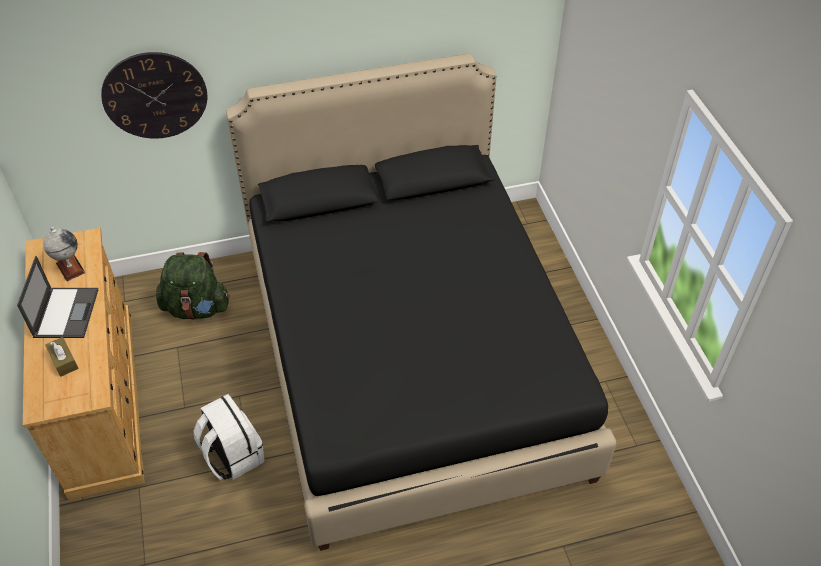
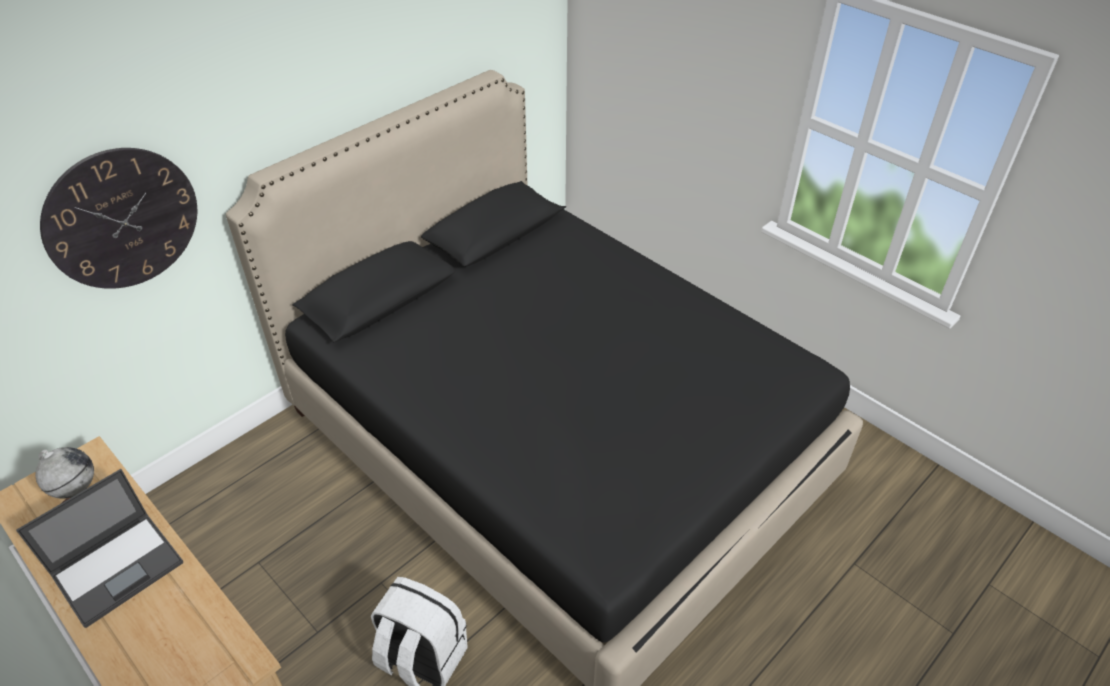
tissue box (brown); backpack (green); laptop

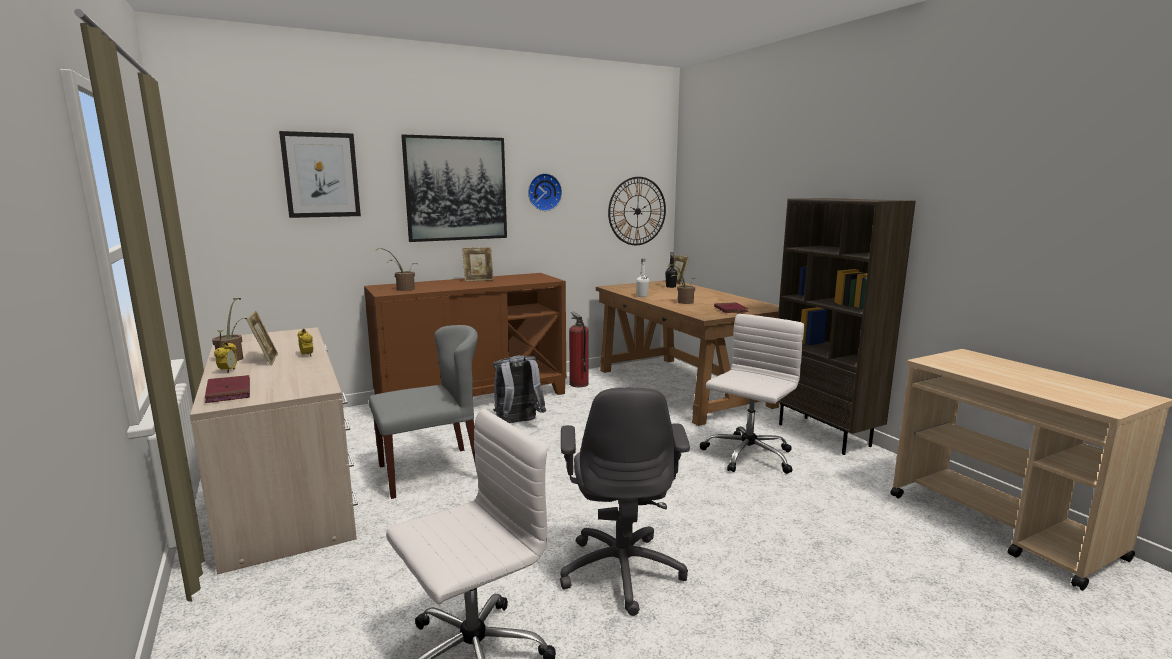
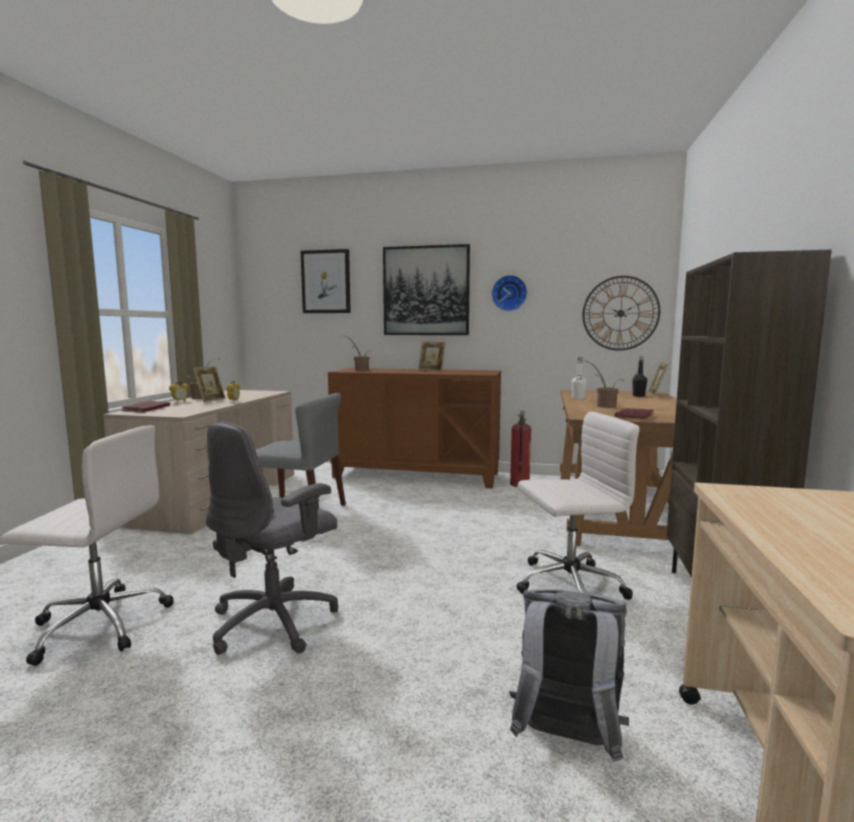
backpack (grey)

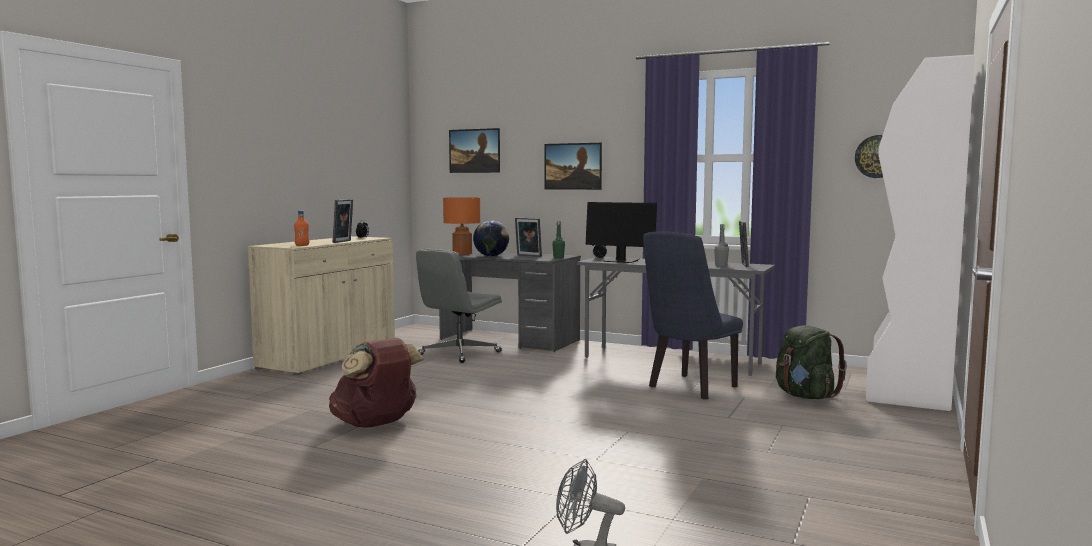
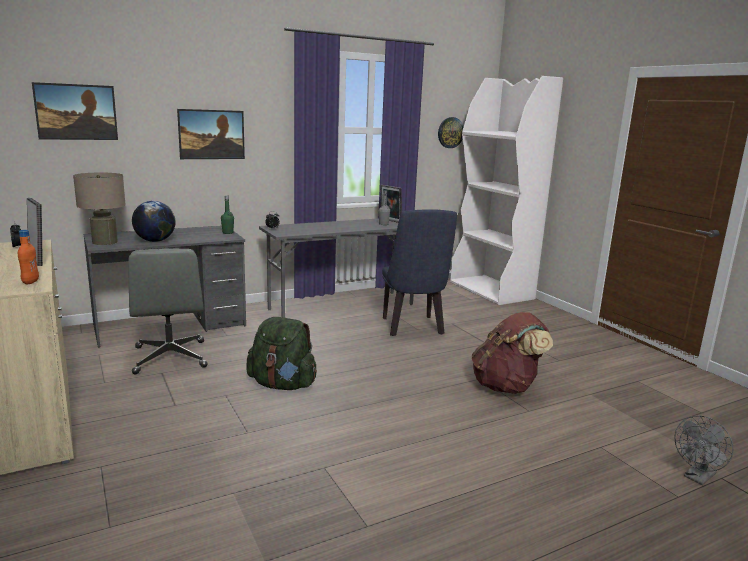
picture frame (no. 2 from left in the first image); monitor; backpack (brown); backpack (green); table lamp (beige)

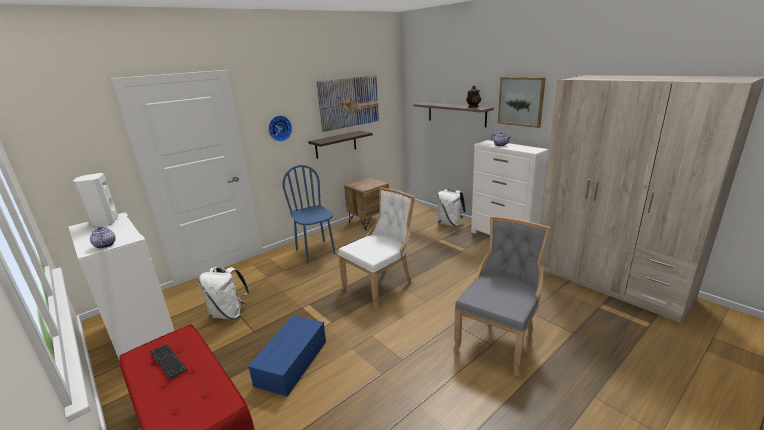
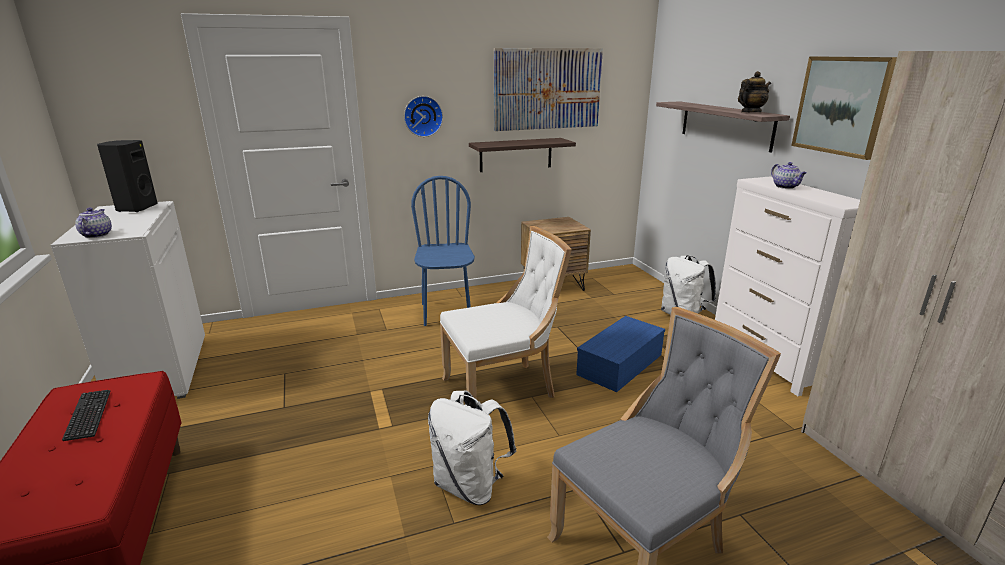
backpack (white) (no. 1 from left); storage box (blue); speaker (black)

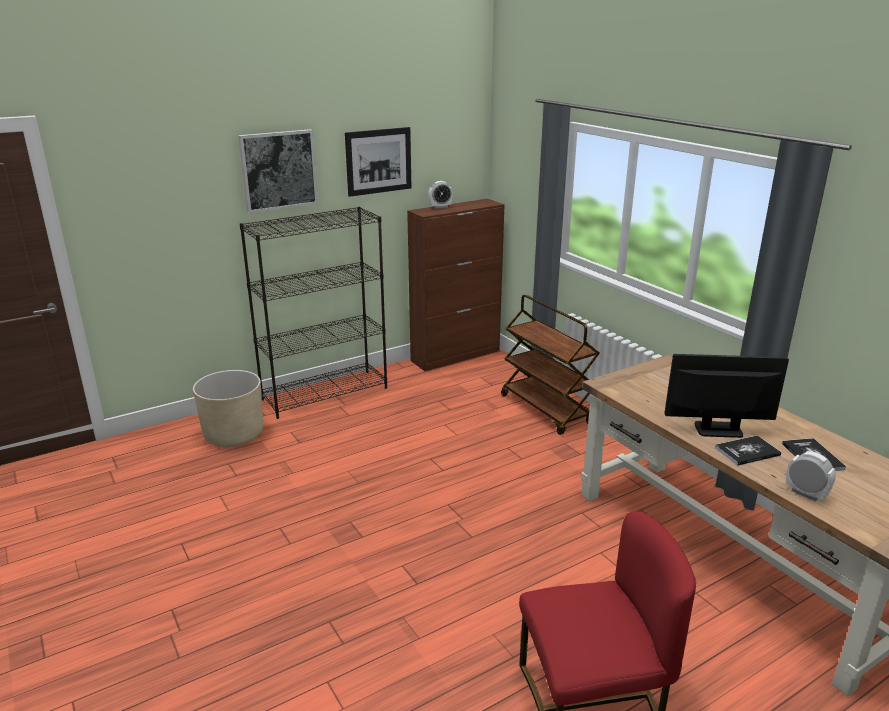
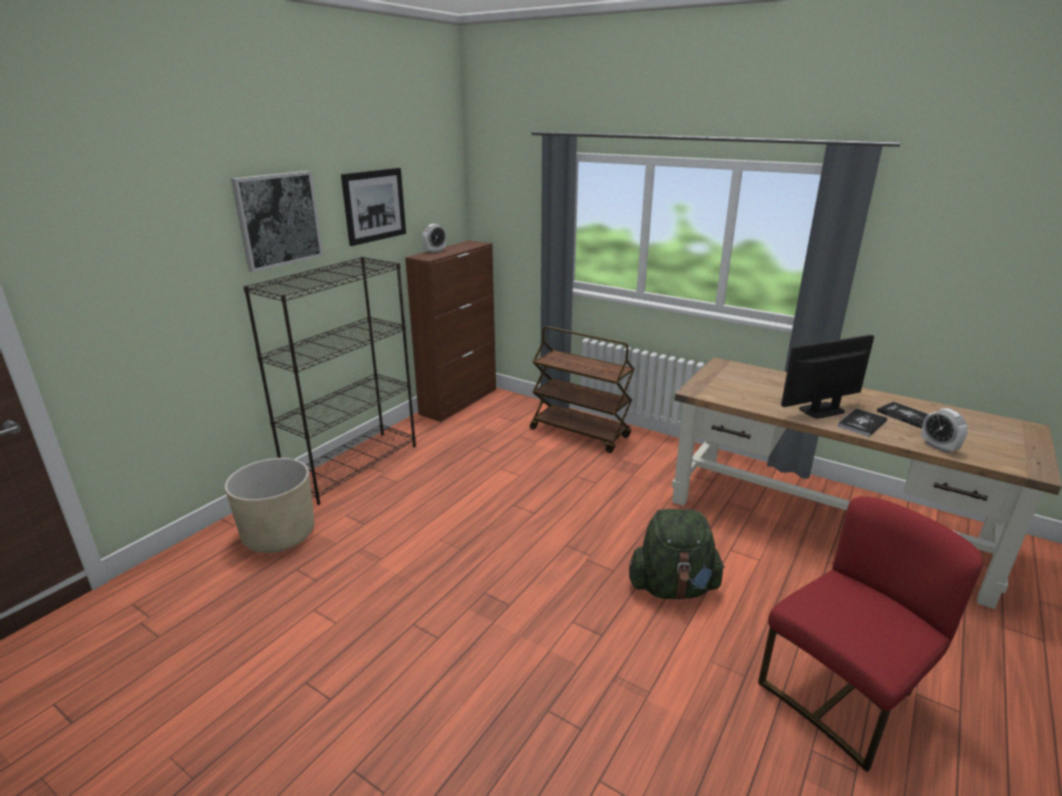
backpack (green); alarm clock (no. 2 from left)

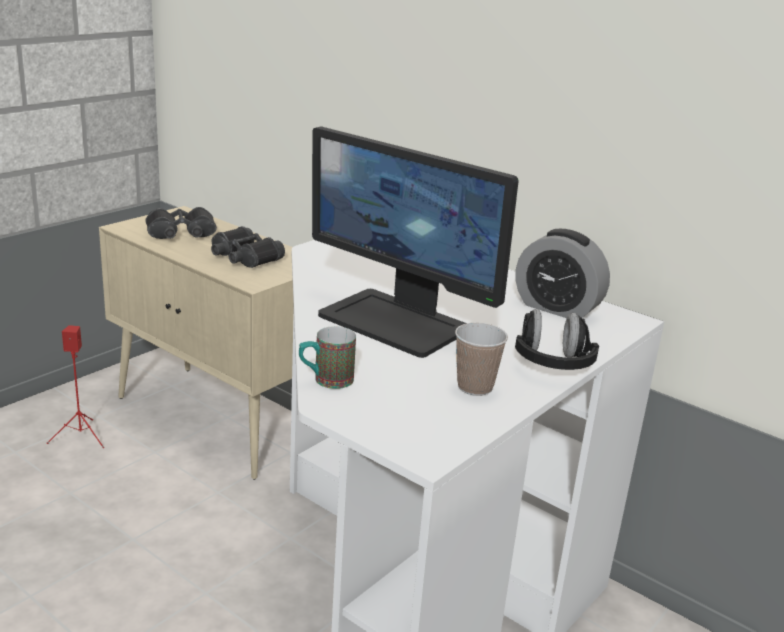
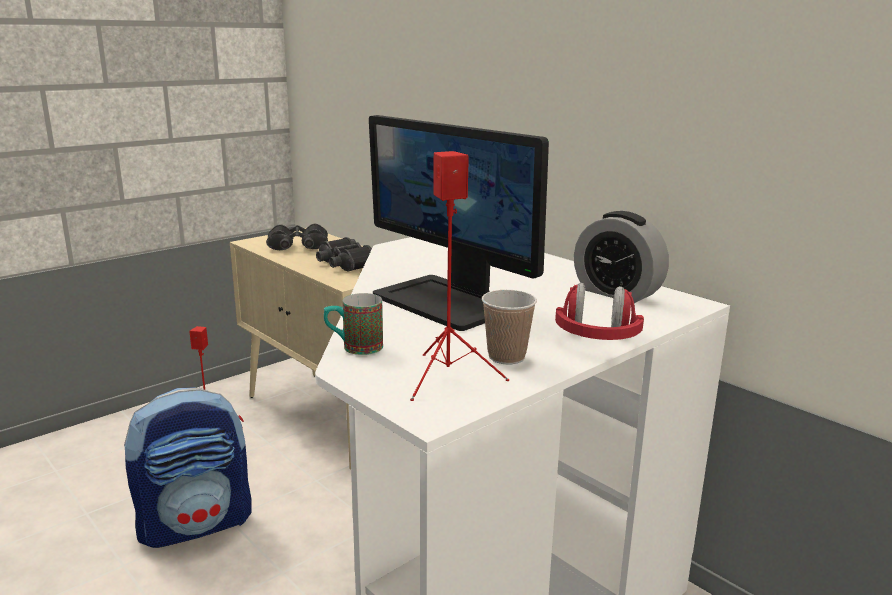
backpack; speaker (red) (no. 2 from left); headphones (red)

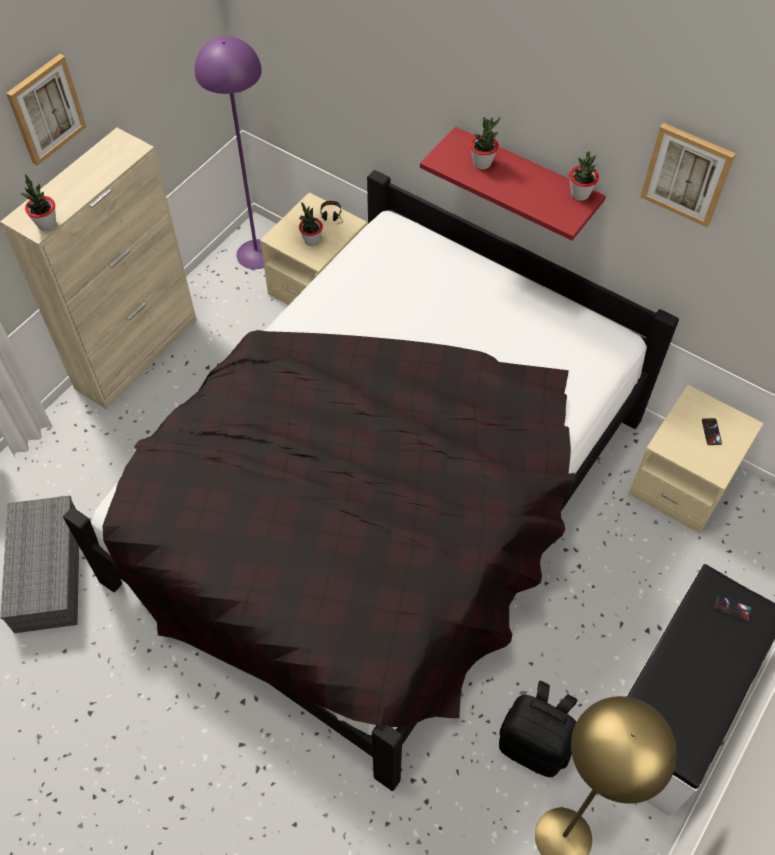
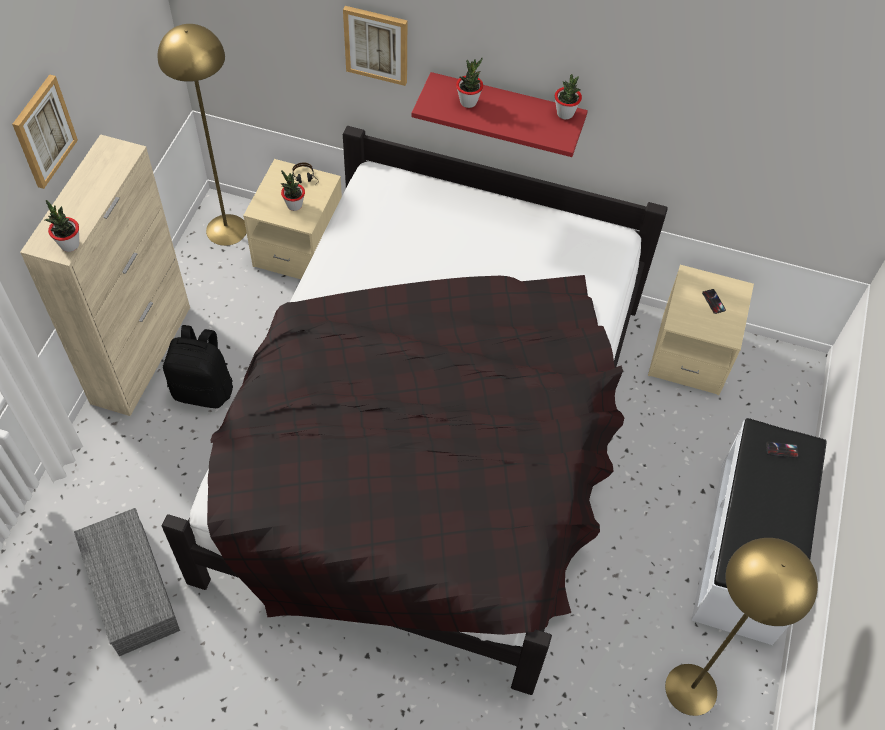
backpack (black); picture (no. 2 from left); floor lamp (yellow) (no. 1 from left)

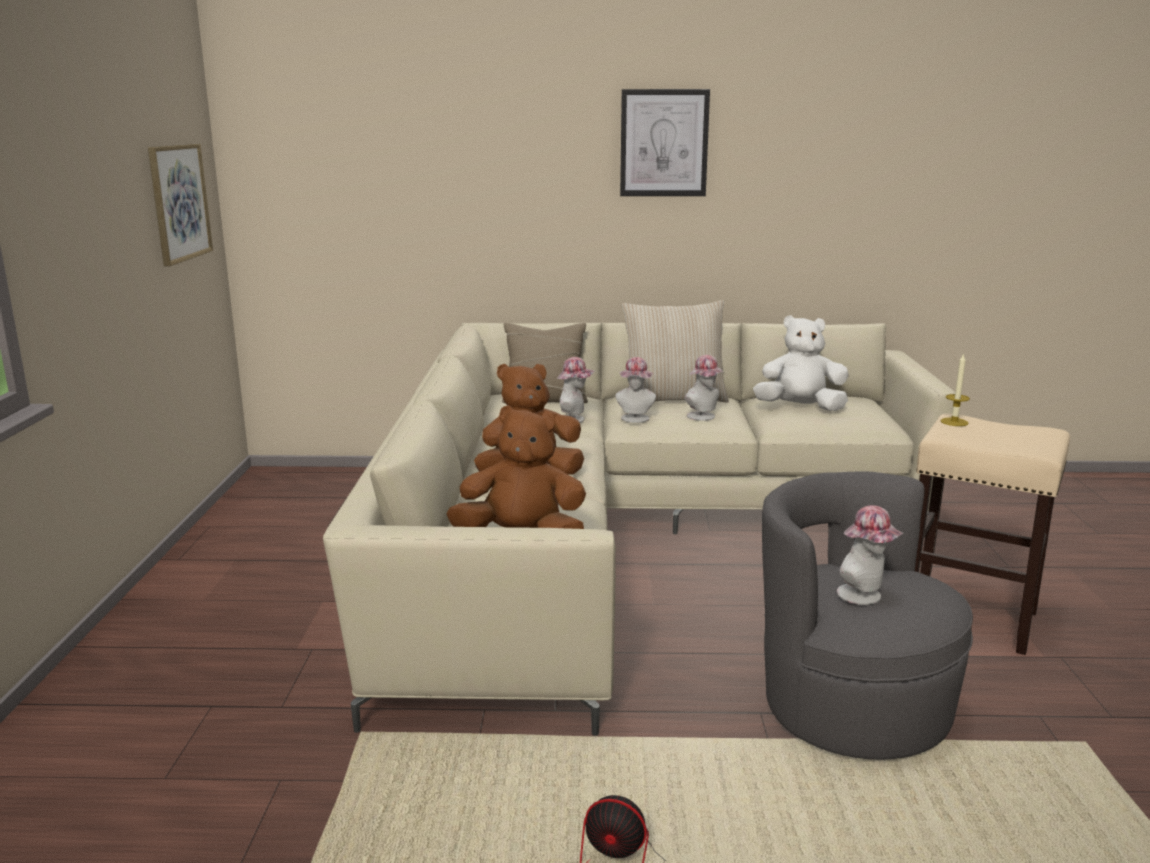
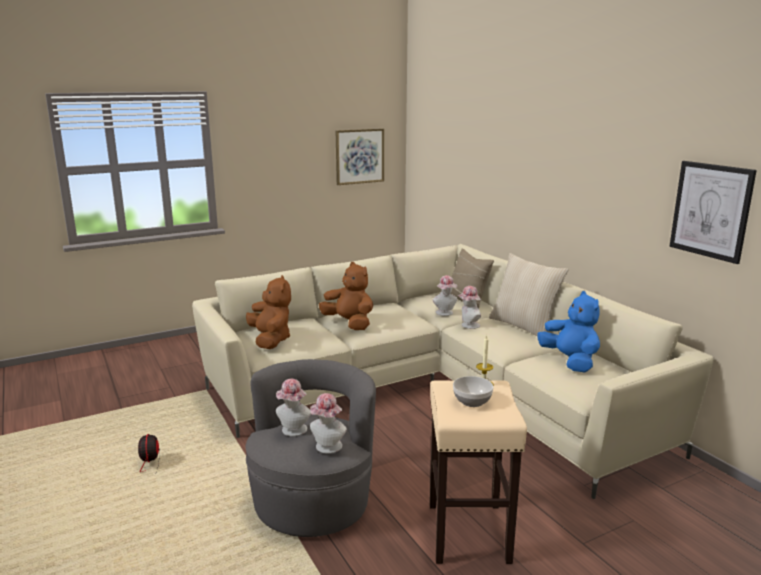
bowl; picture (no. 2 from left); hat (no. 2 from left); plush toy (blue)

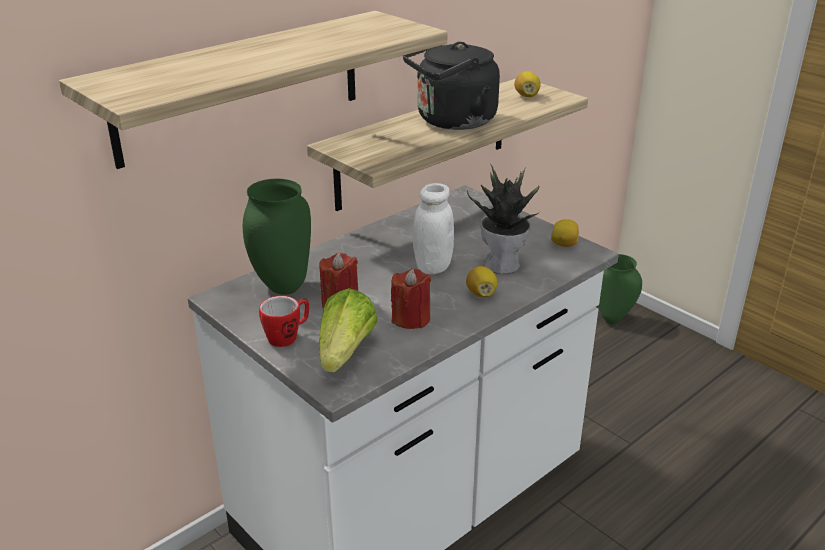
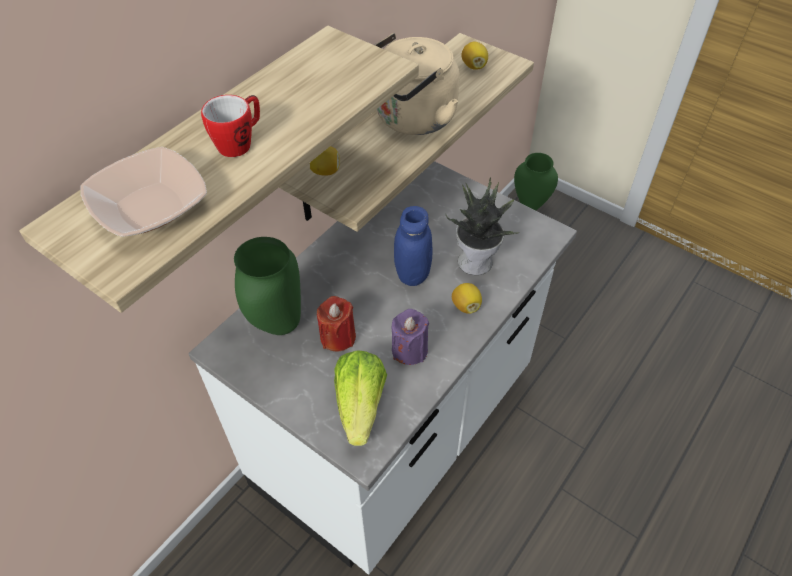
bowl; mug; lemon (no. 1 from left); candle (purple); kettle (beige); jar (blue)

